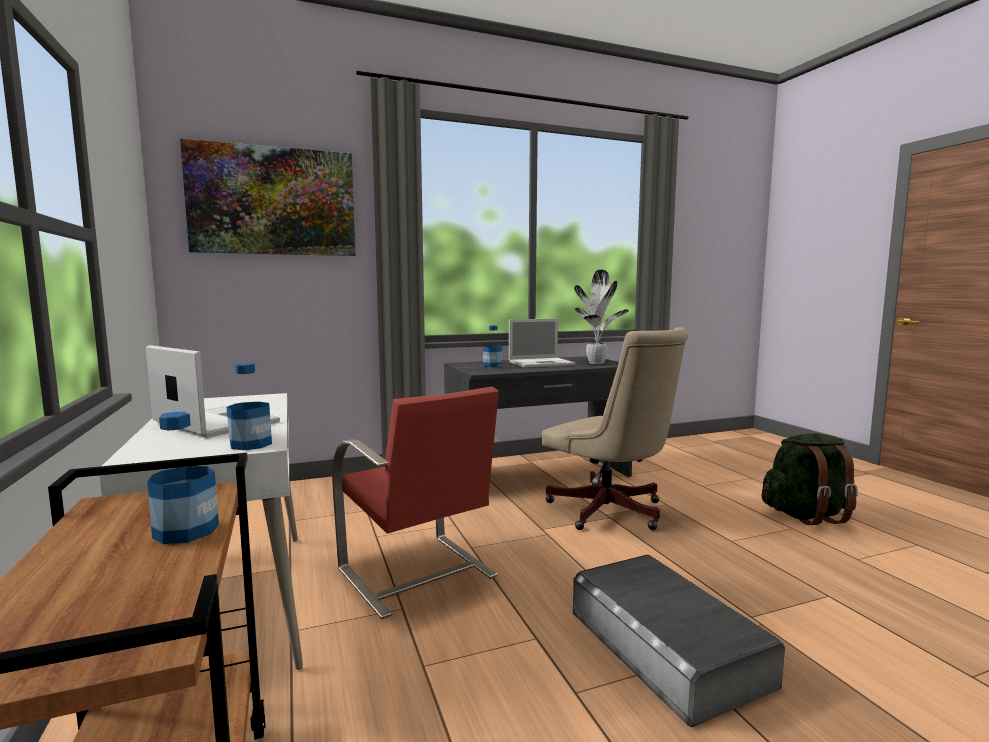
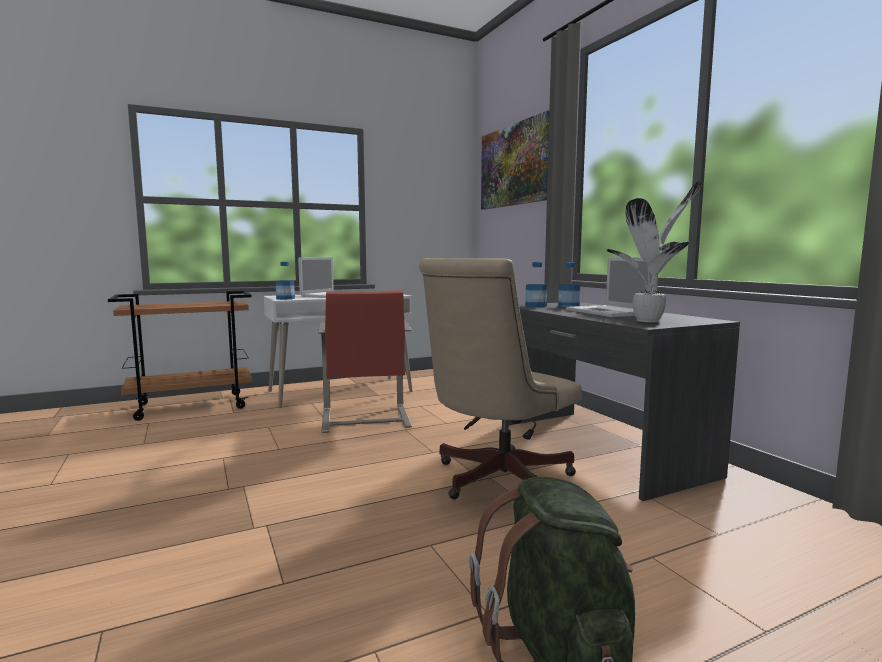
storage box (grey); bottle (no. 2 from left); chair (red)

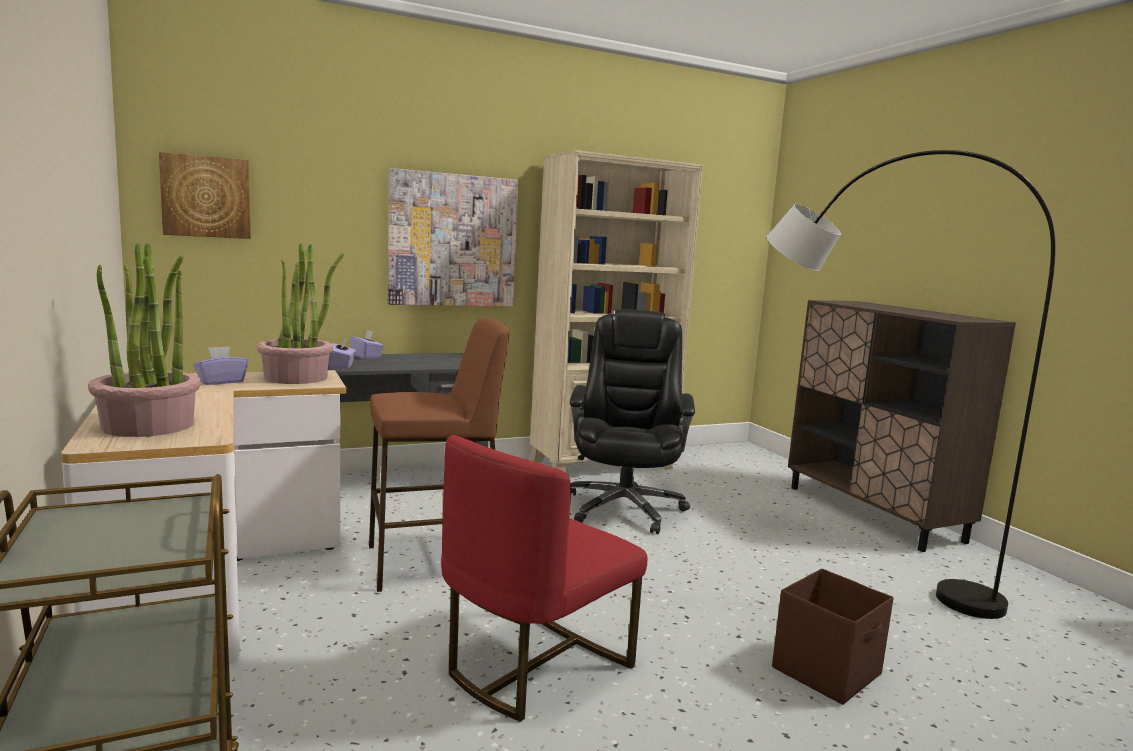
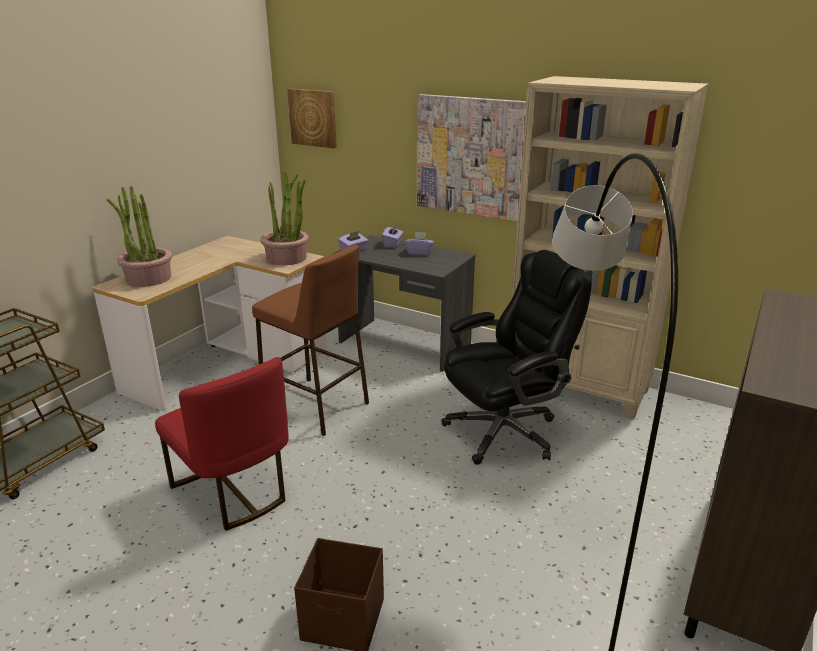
tissue box (purple) (no. 3 from left); chair (red)

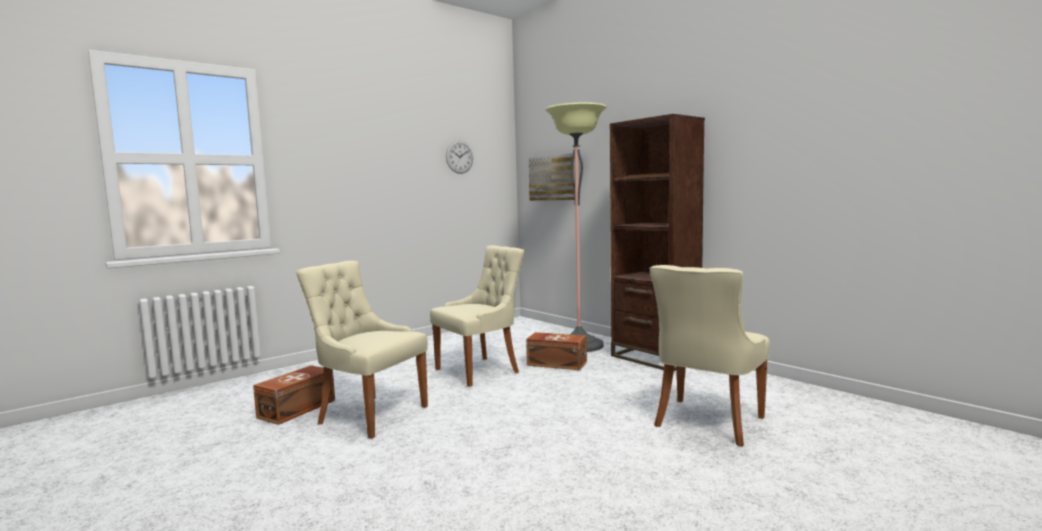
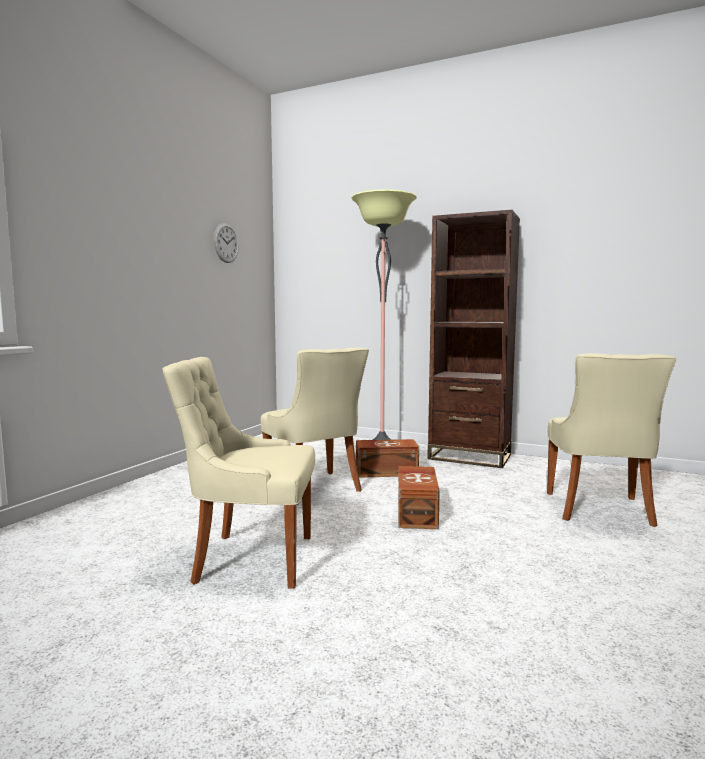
picture; storage box (brown) (no. 2 from left); chair (beige) (no. 2 from left)

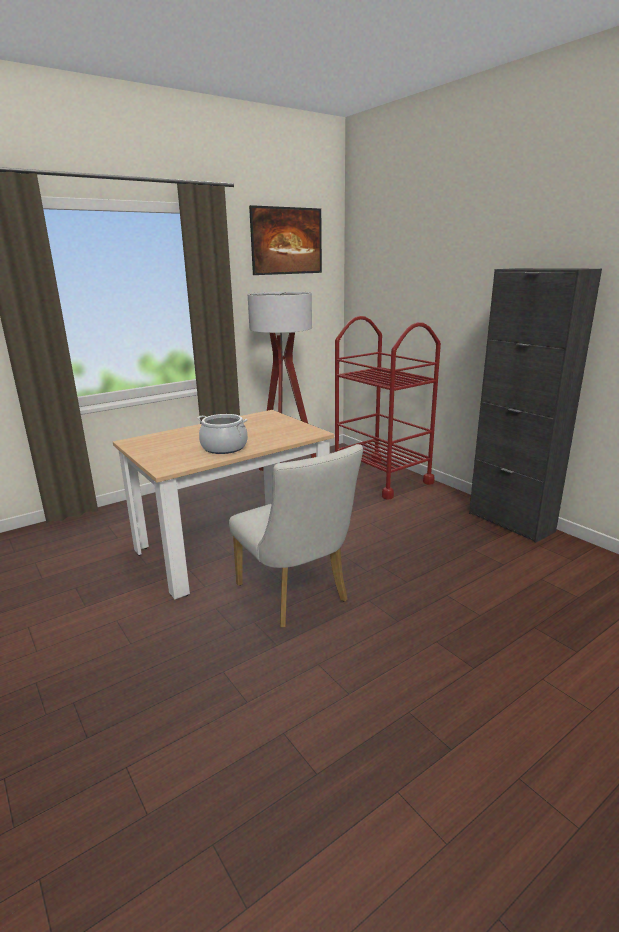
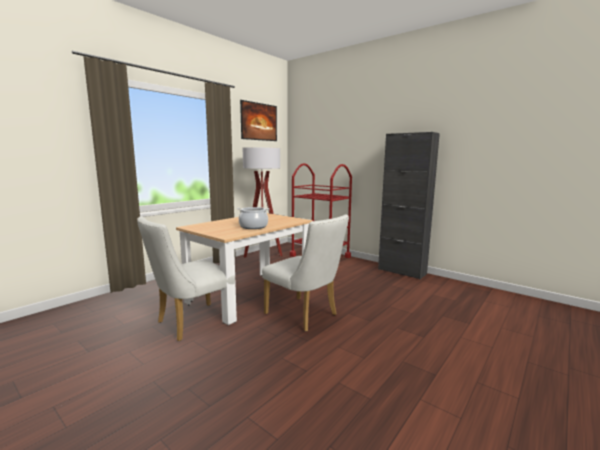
chair (white) (no. 1 from left)

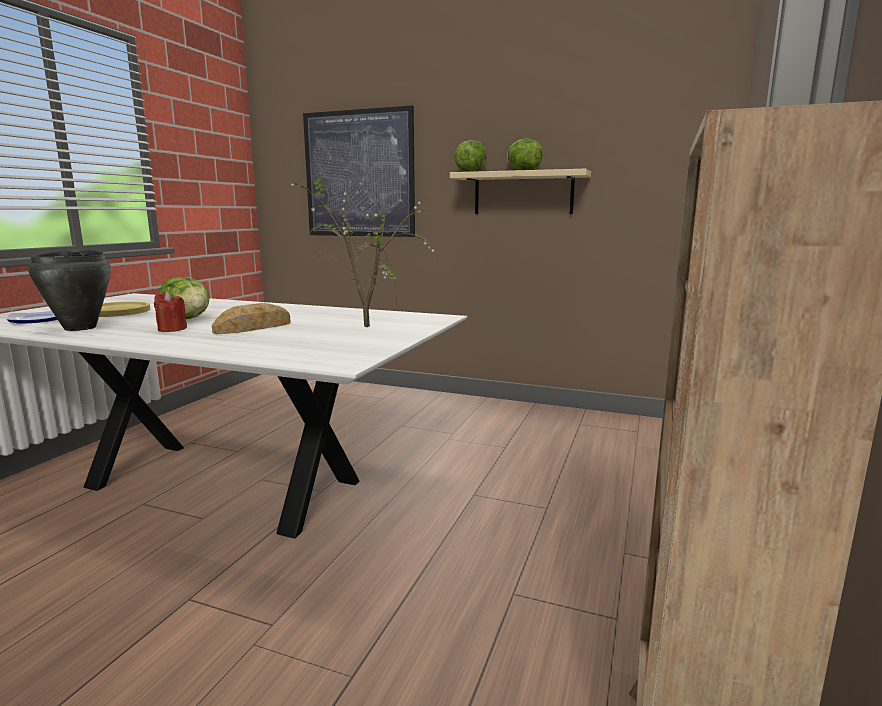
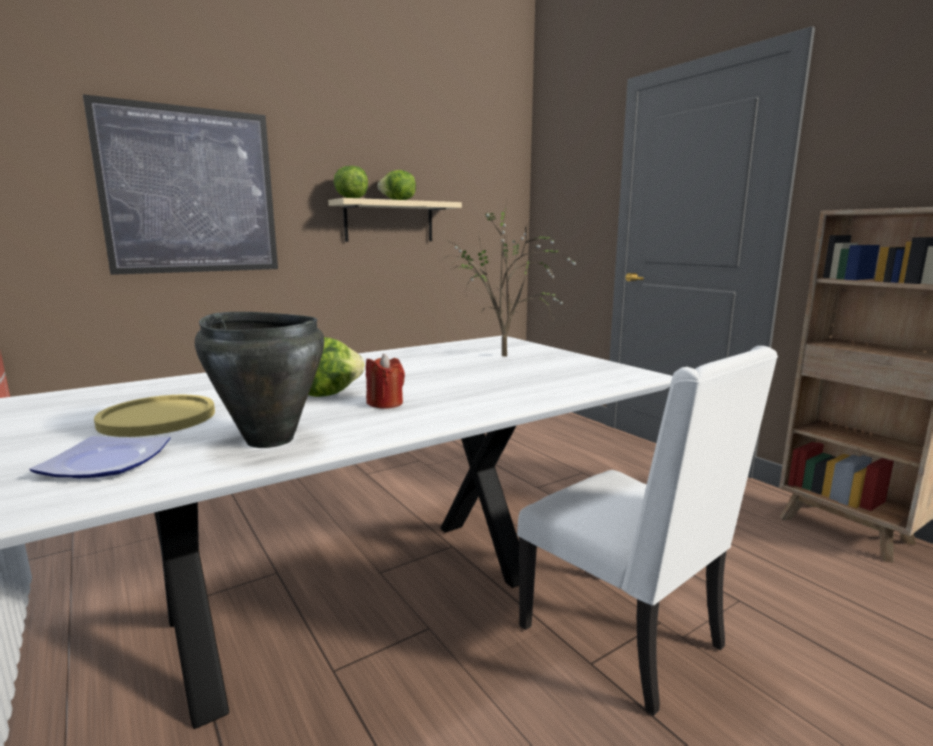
bread; chair (white)

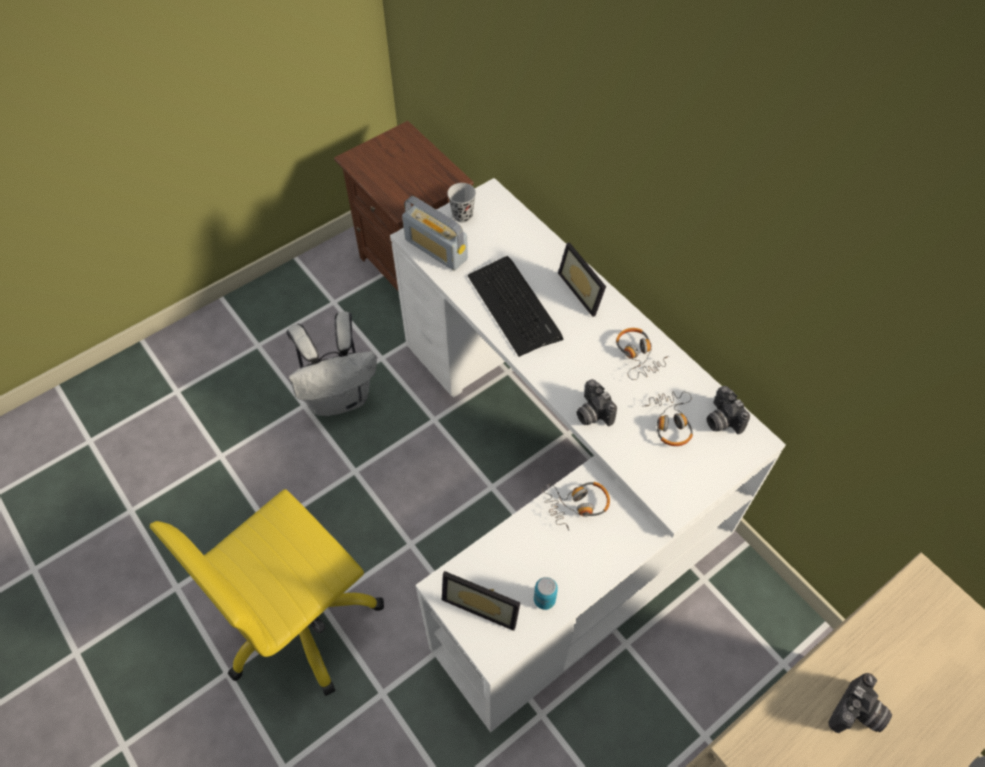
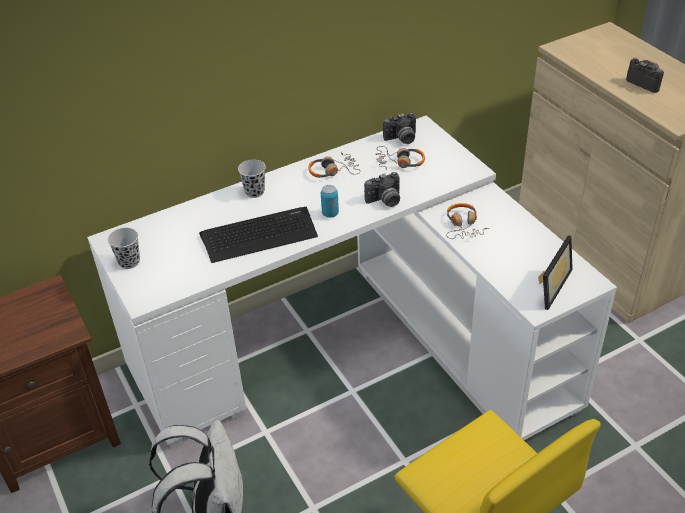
radio; can; cup (black) (no. 2 from left)

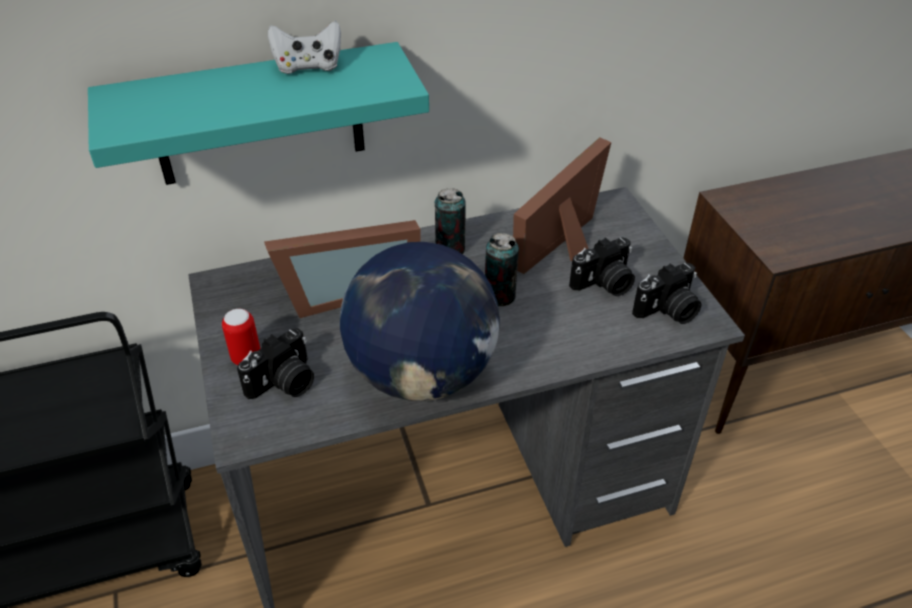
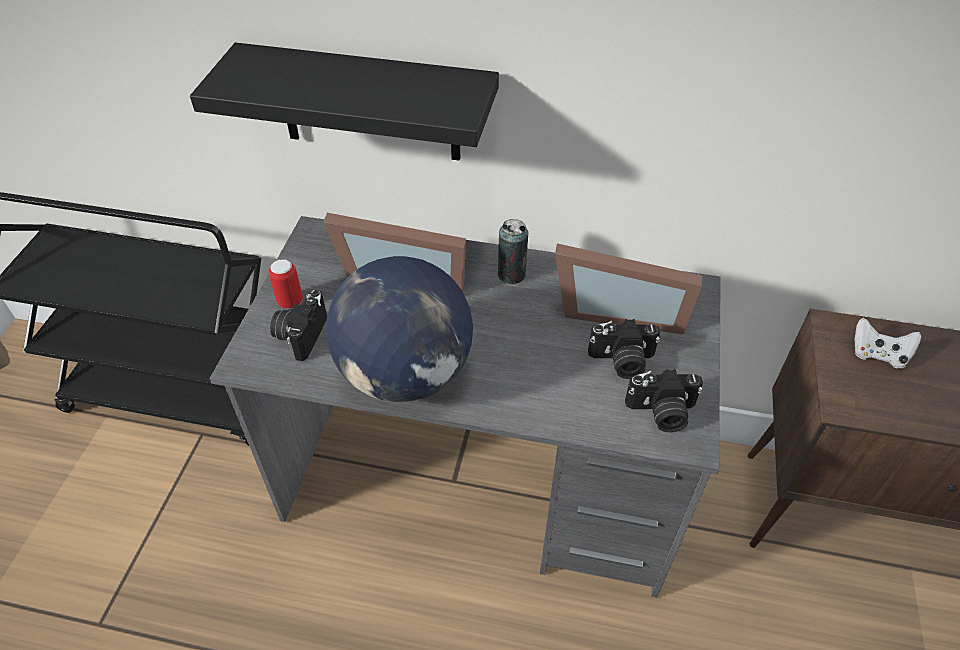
can (no. 3 from left in the first image); game controller (white); shelf (black); photo camera (no. 1 from left); picture frame (no. 2 from left)

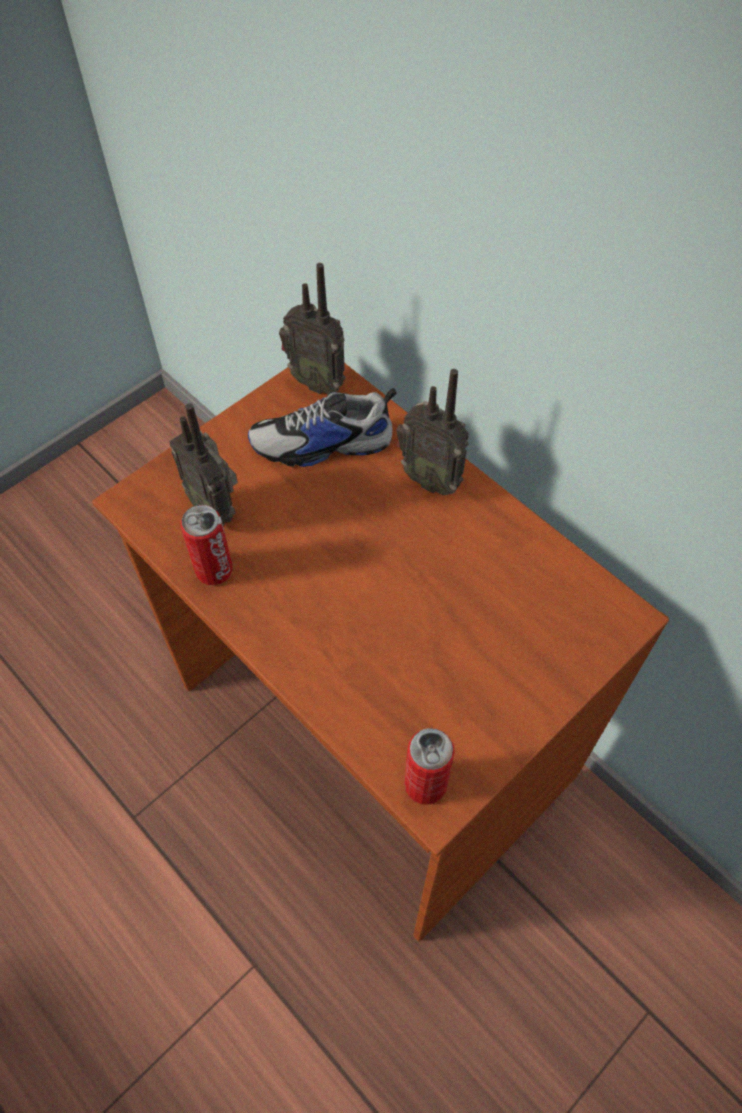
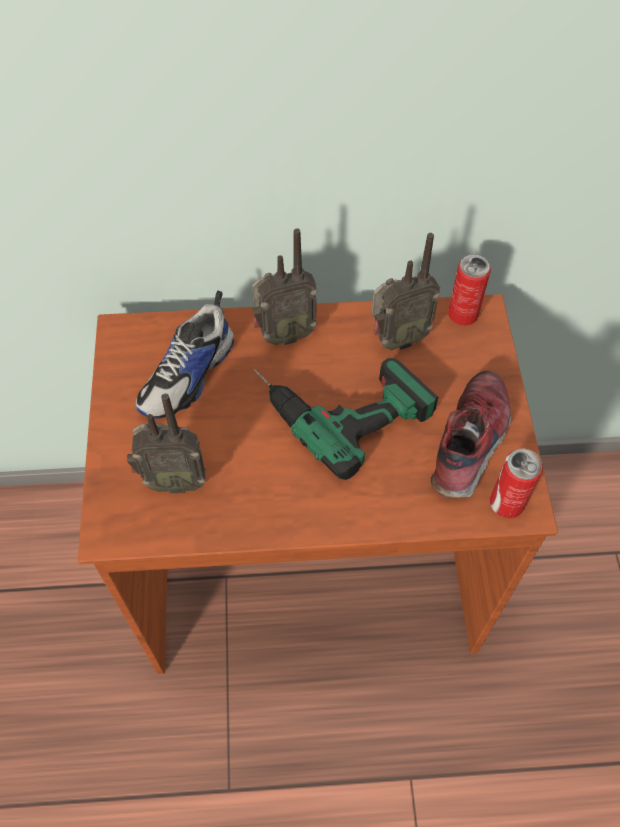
power drill; shoe (no. 2 from left); can (no. 1 from left); radio (no. 3 from left)

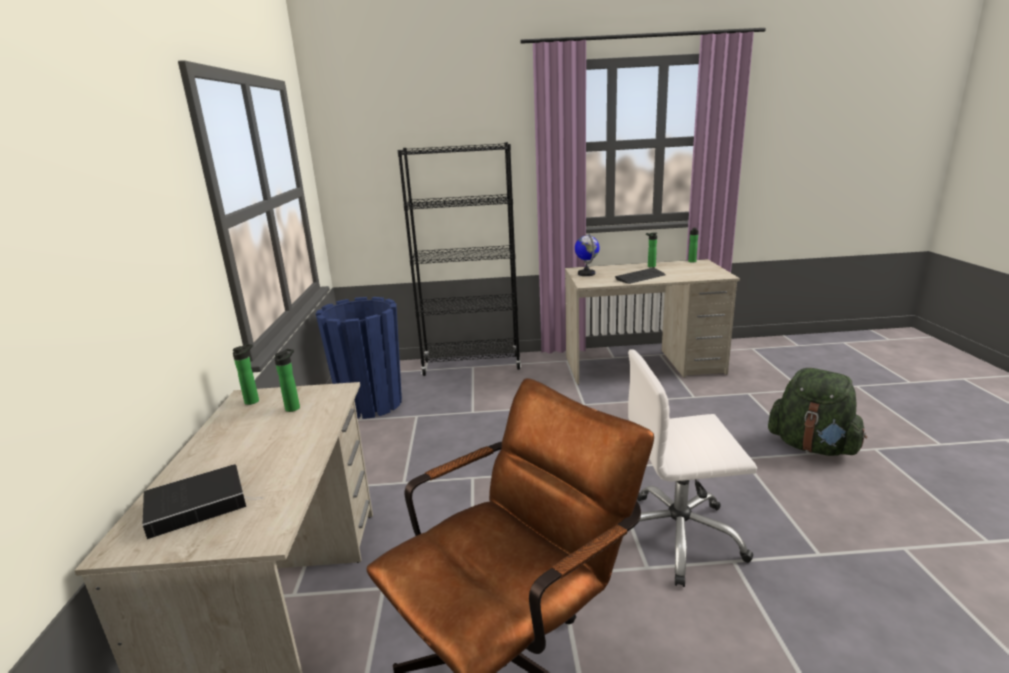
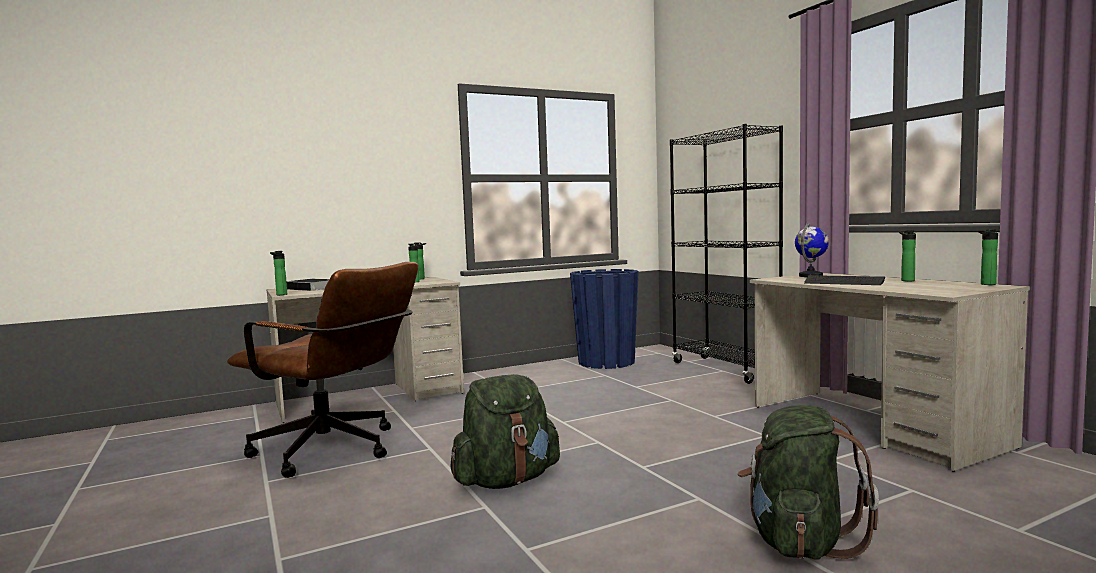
bottle (no. 1 from left); backpack (green) (no. 1 from left)

